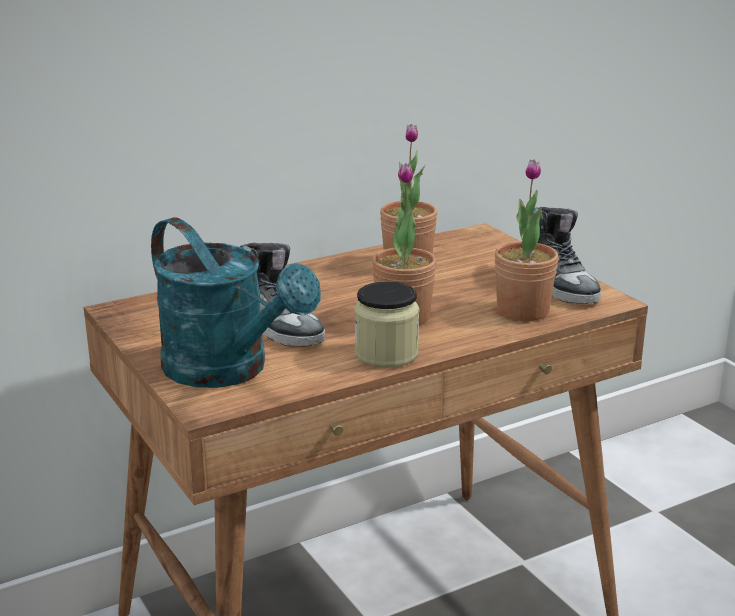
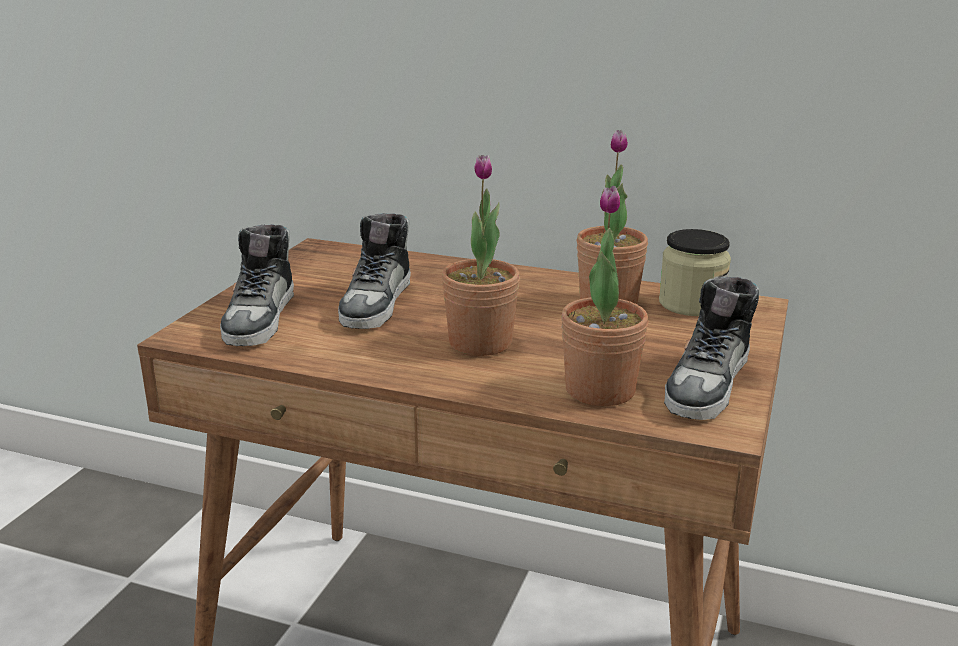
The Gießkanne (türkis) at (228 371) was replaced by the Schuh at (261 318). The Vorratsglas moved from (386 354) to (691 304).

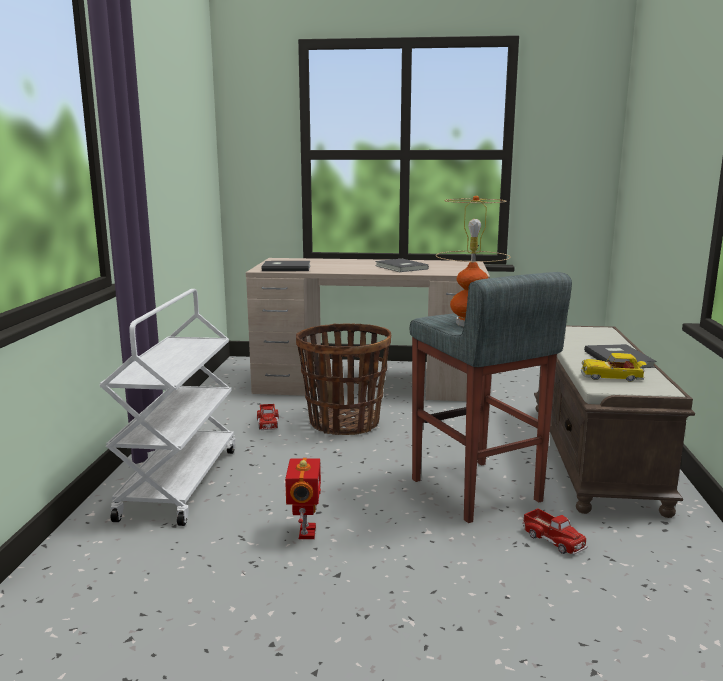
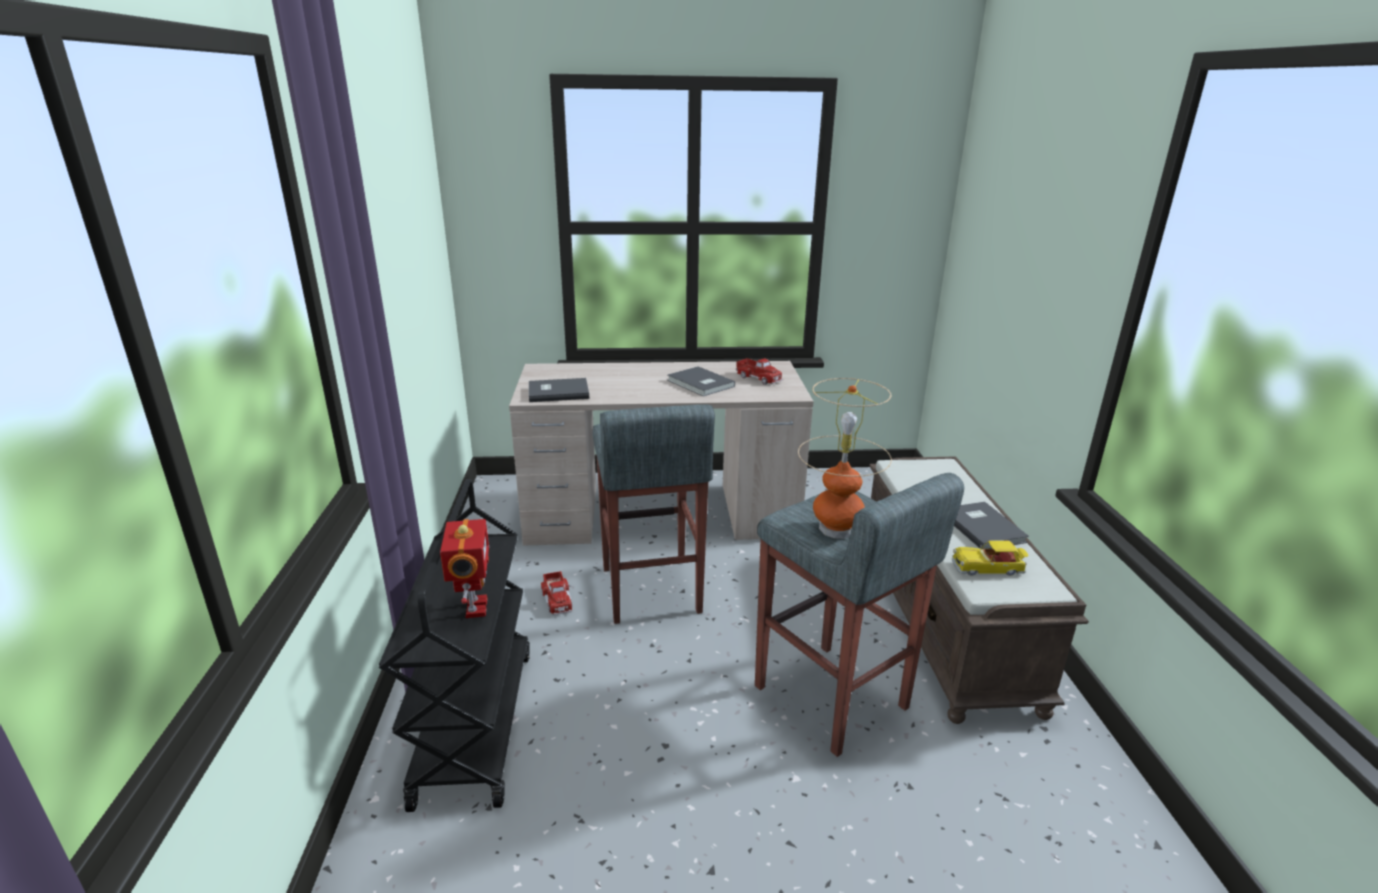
The Rollwagen (weiß) at (179 482) became the Rollwagen (schwarz) at (474 723). The Korb at (344 423) was replaced by the Hocker (grau) at (649 590). The Spielzeugroboter moved from (305 532) to (474 608). The Spielzeuglaster moved from (553 539) to (758 378).

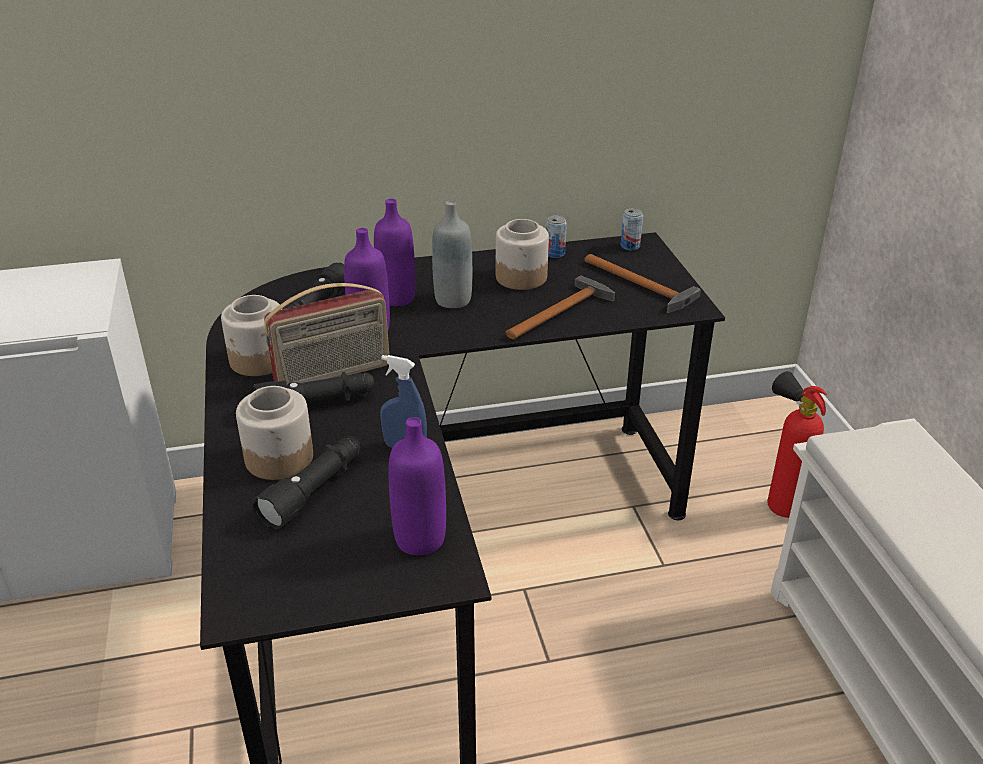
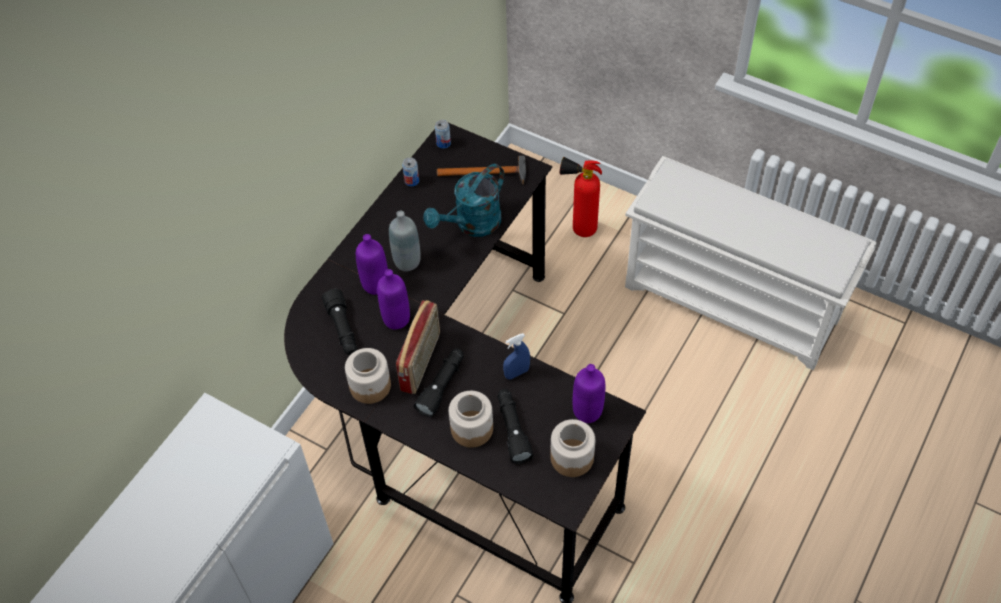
The Vorratsglas moved from (522 277) to (572 457). The Hammer at (561 311) was replaced by the Gießkanne (türkis) at (472 225).

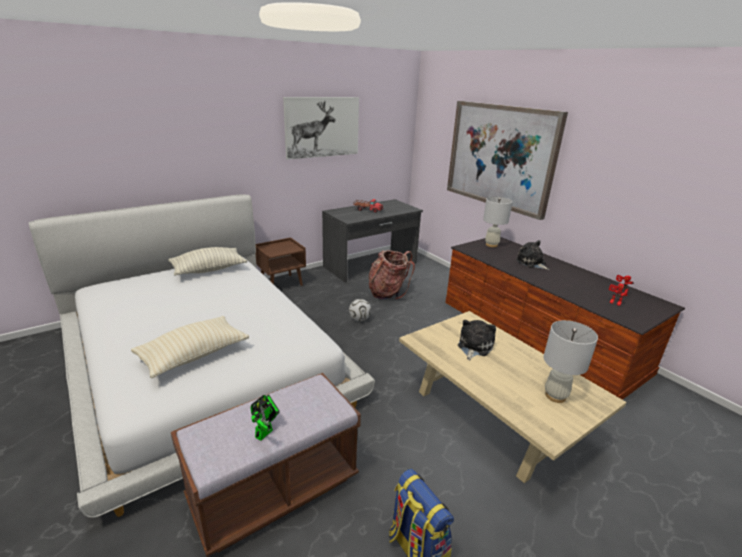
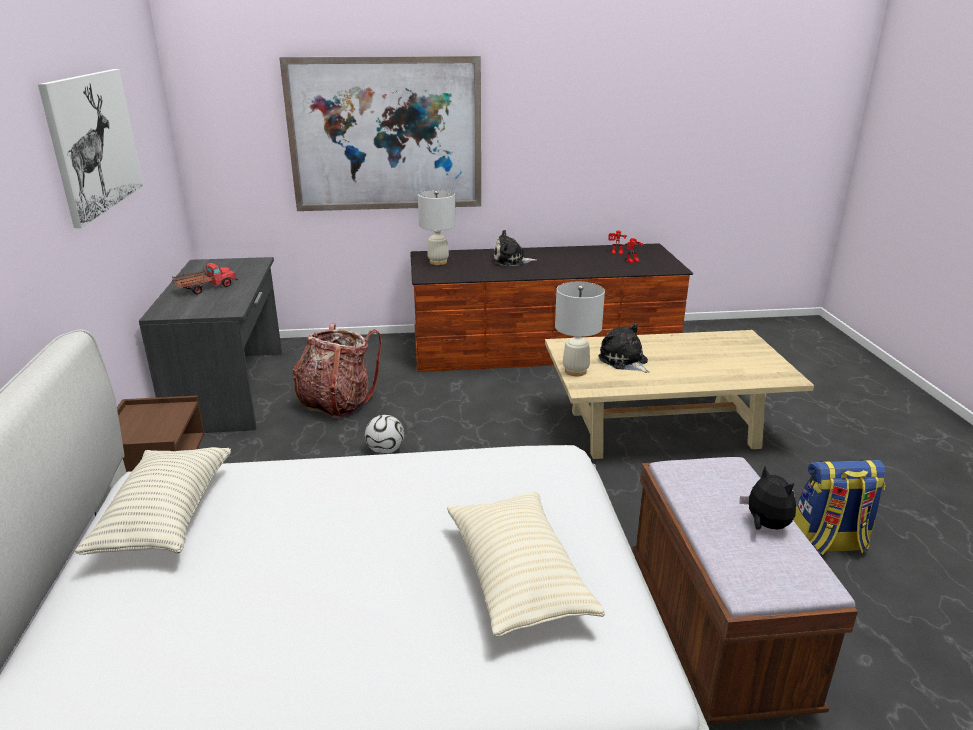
The Tischlampe (weiß) moved from (555 396) to (575 371). The Spielzeugroboter at (266 431) was replaced by the Plüschtier at (765 525).

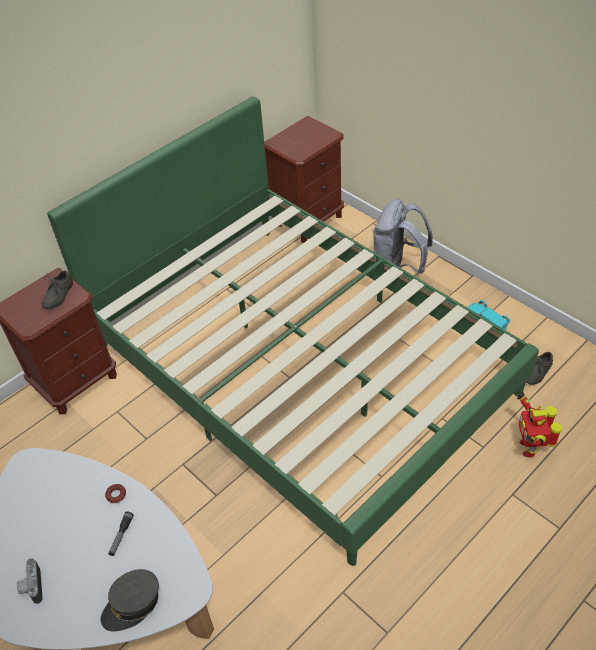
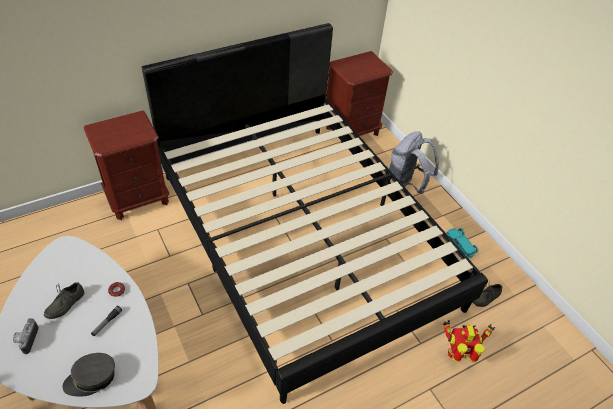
The Bett (grün) at (301 366) became the Bett (schwarz) at (304 237). The Schuh (grau) moved from (57 295) to (64 304). The Spielzeugroboter at (529 447) turned 75 degrees clockwise.

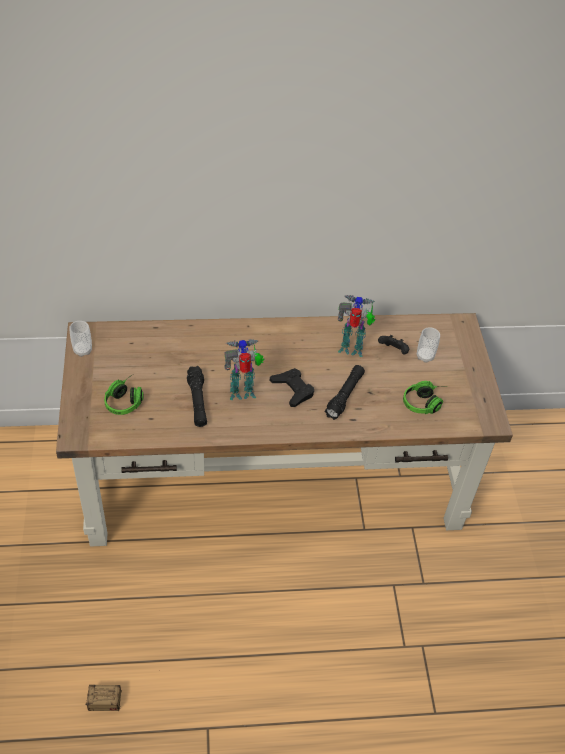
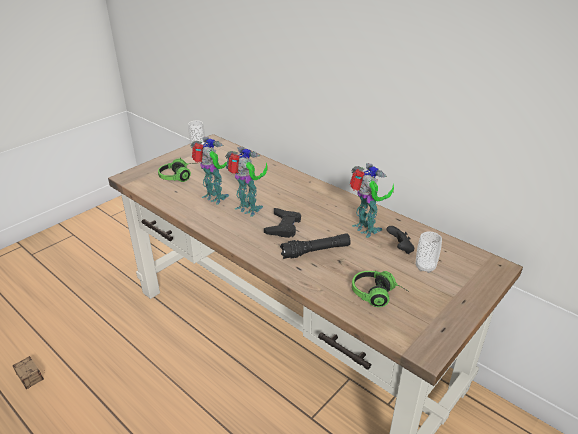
The Taschenlampe (schwarz) at (197 401) was replaced by the Spielzeugroboter at (214 198).

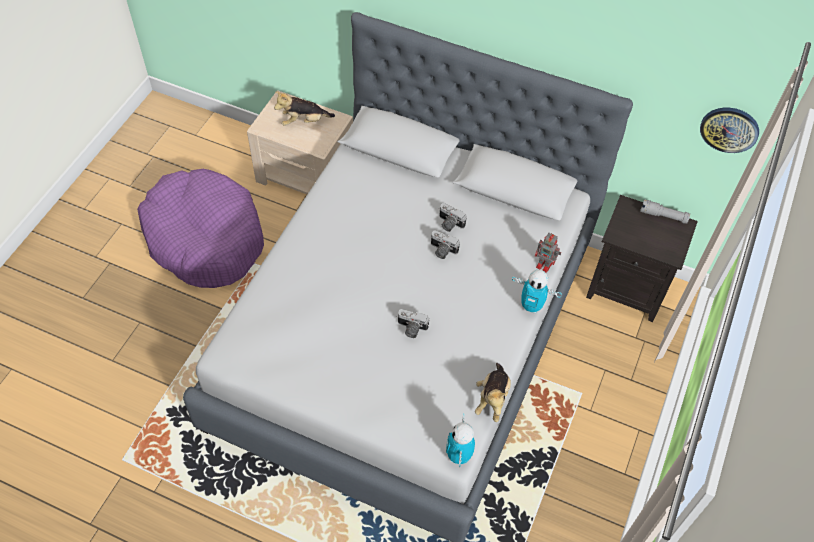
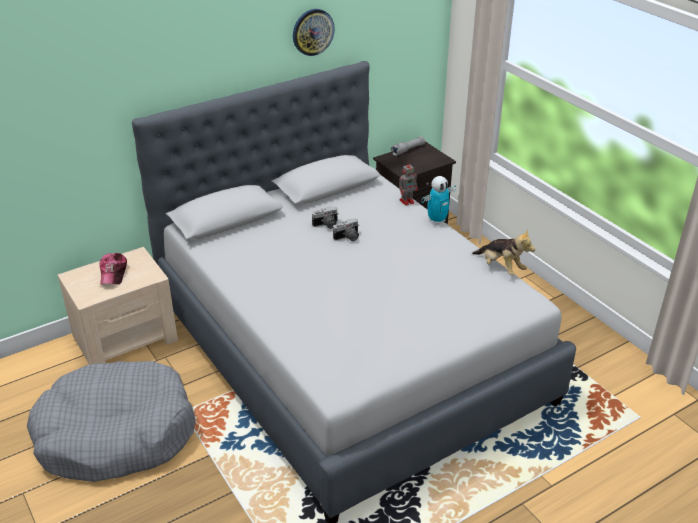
The Plüschtier at (304 121) was replaced by the Kappe at (113 273). The Wanduhr moved from (729 129) to (312 32). The Hundebett (lila) at (205 238) became the Hundebett (grau) at (116 434). The Kamera at (411 329) disappeared. The Spielzeugroboter at (458 456) disappeared.

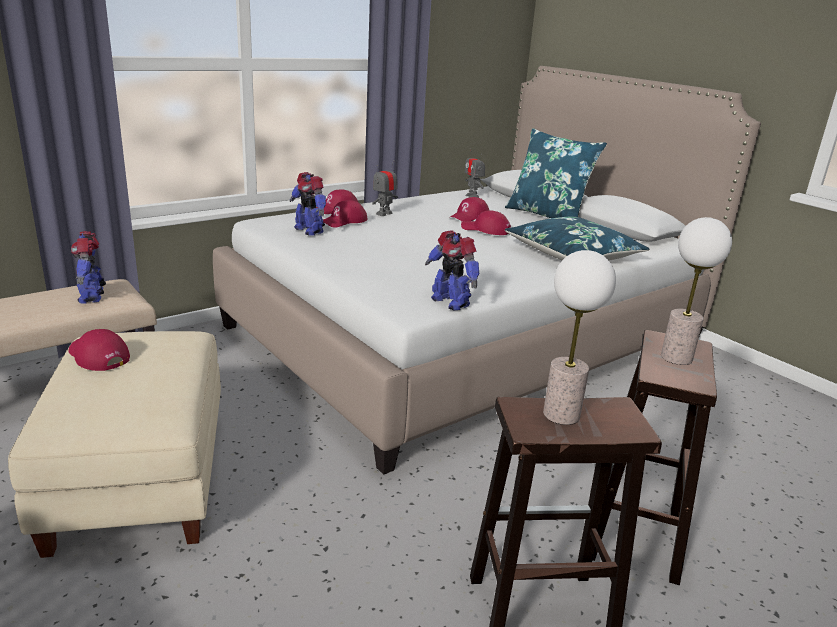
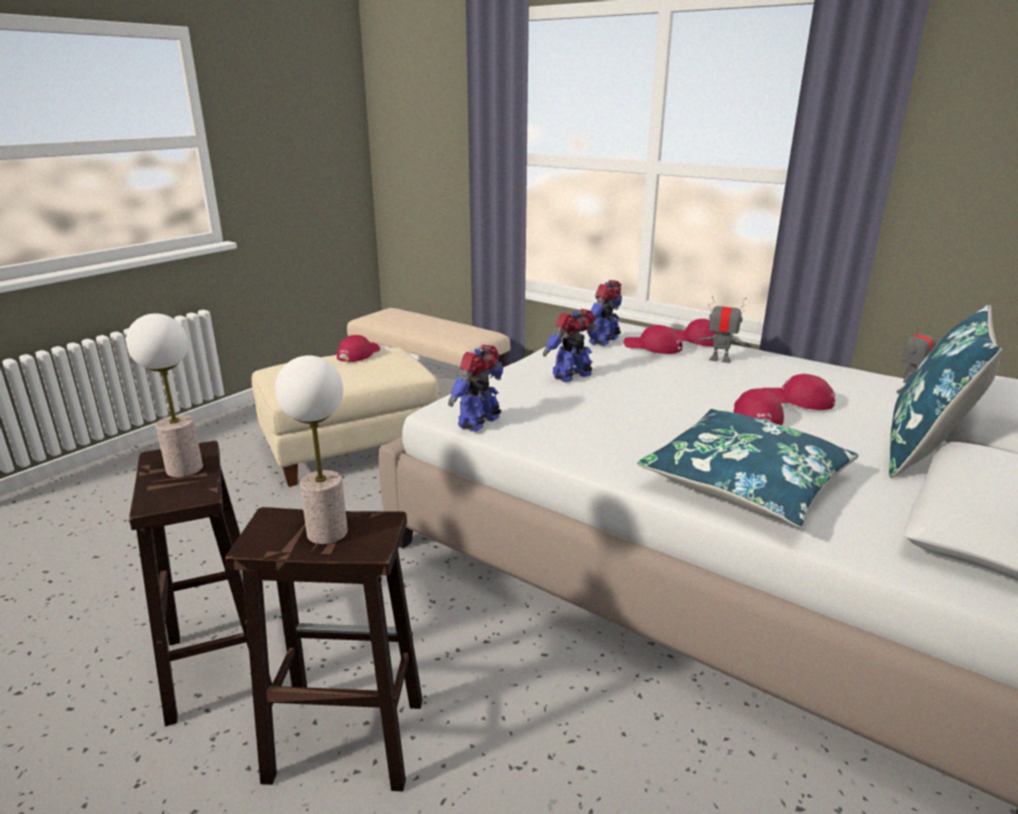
The Spielzeugroboter moved from (92 296) to (573 376).

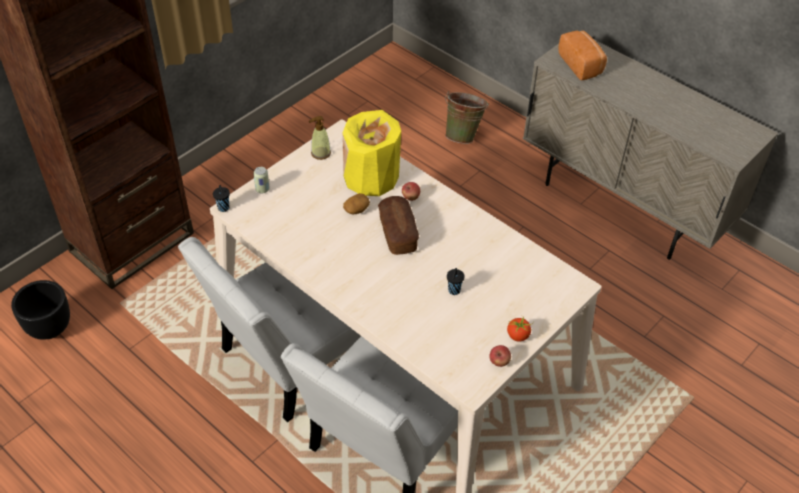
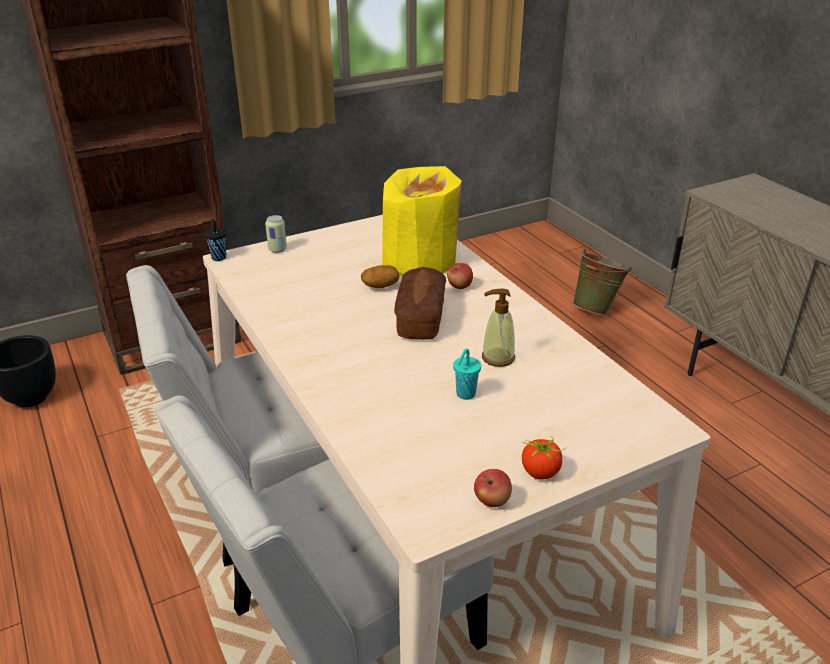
The Brot at (582 64) disappeared. The Seifenspender moved from (320 153) to (497 358). The Tasse (schwarz) at (454 291) became the Tasse (türkis) at (465 395).

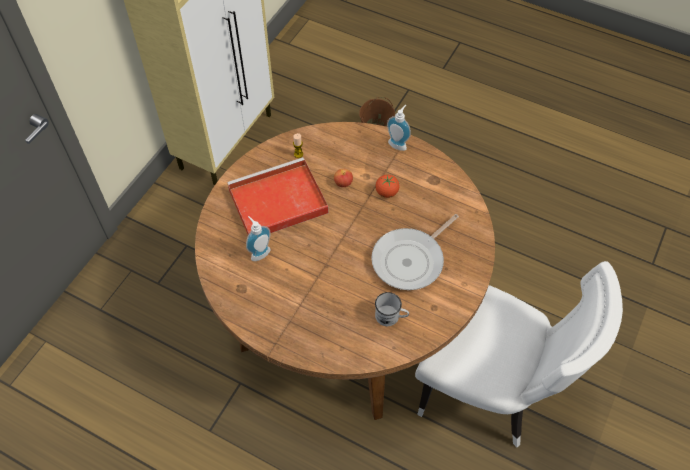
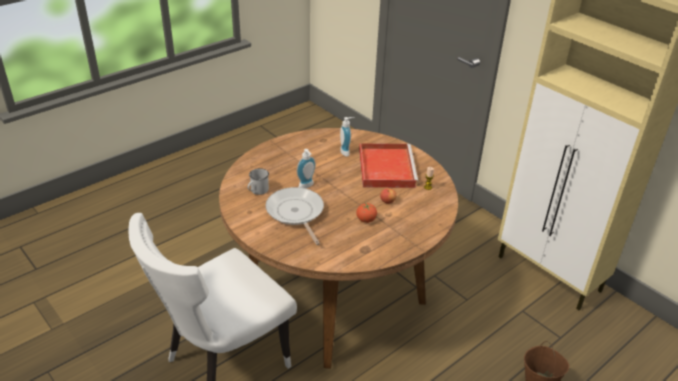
The Seifenspender moved from (398 143) to (307 186).

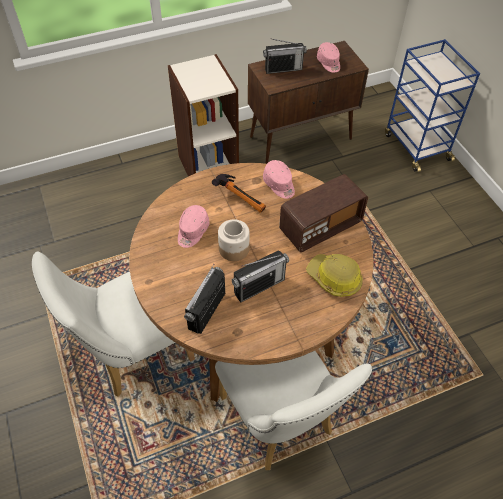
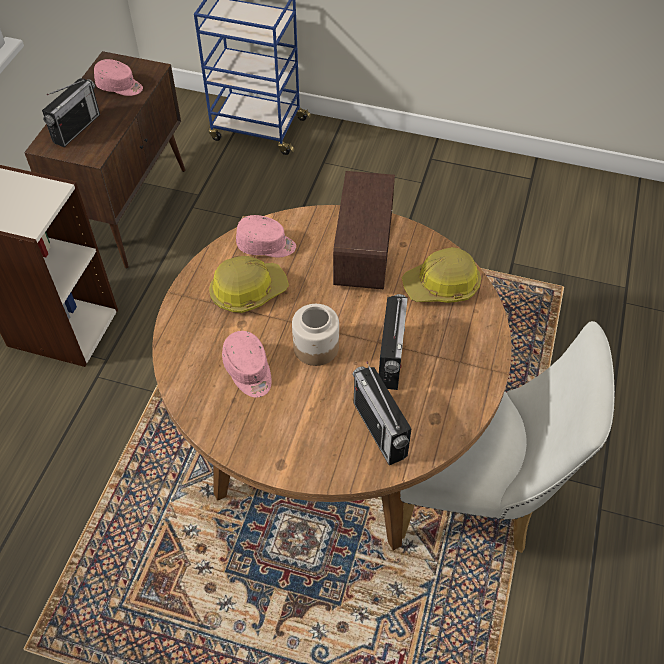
The Hammer at (242 198) was replaced by the Schutzhelm at (248 291). The Stuhl (weiß) at (132 353) disappeared.

